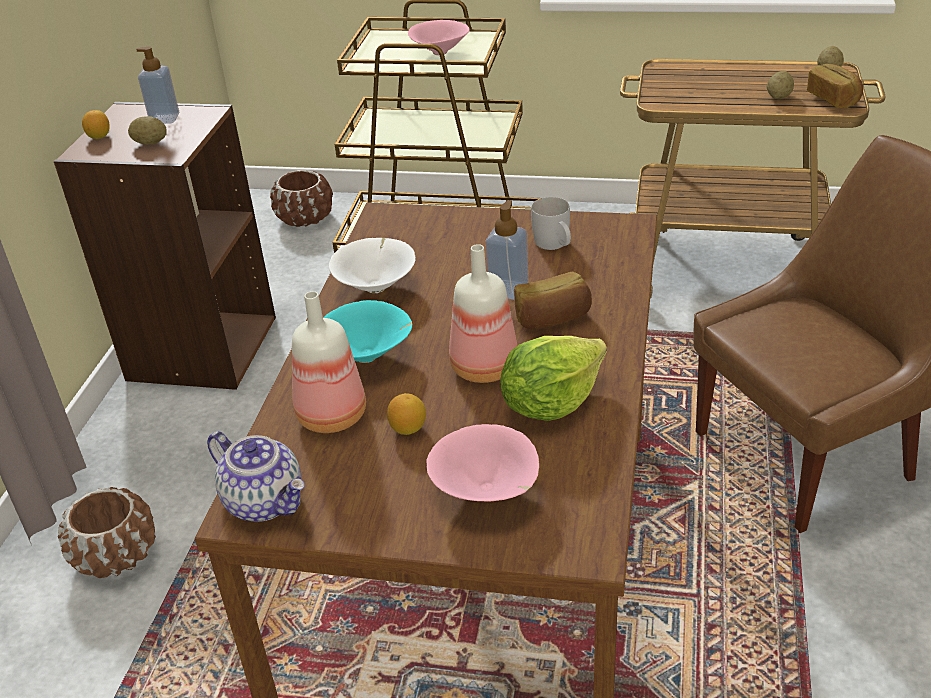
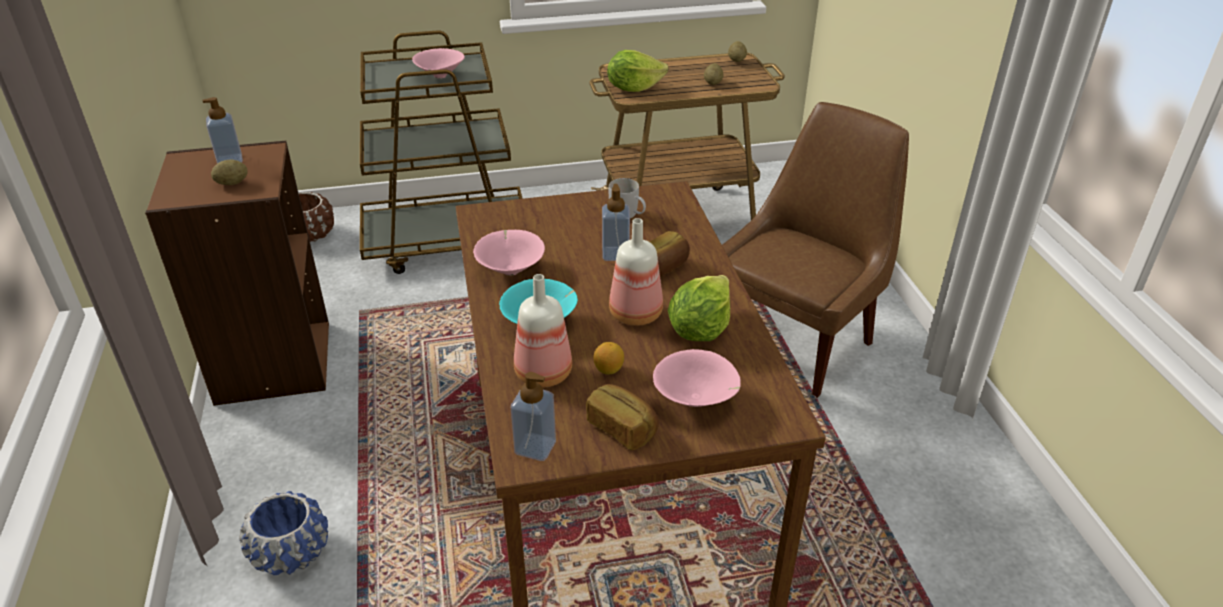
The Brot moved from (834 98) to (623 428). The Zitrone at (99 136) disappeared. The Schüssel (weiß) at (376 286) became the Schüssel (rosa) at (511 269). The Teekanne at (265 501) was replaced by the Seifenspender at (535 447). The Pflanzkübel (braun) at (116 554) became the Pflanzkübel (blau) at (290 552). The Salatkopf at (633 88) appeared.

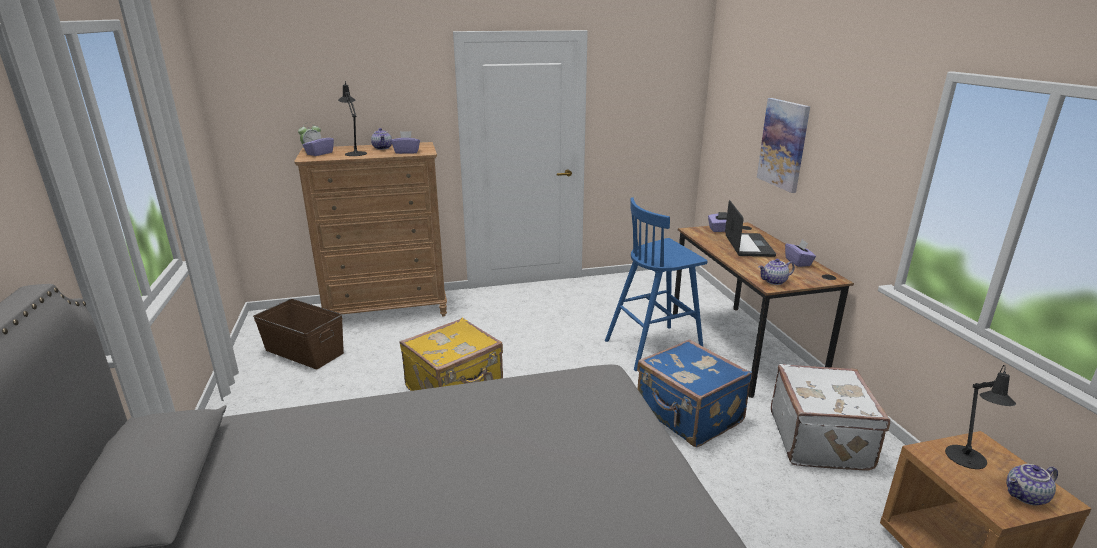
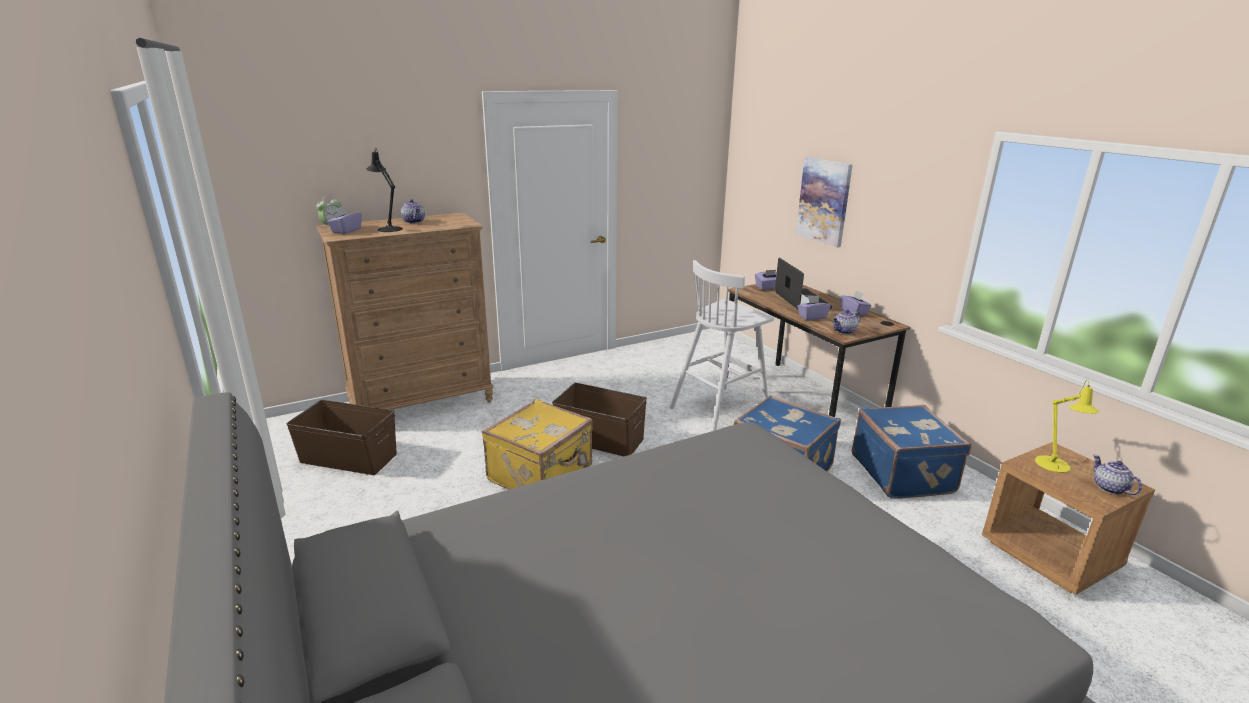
The Taschentuchbox (lila) moved from (407 152) to (812 317). The Hocker (blau) at (655 347) became the Hocker (weiß) at (720 409). The Koffer (weiß) at (821 440) became the Koffer (blau) at (903 474). The Tischlampe (schwarz) at (967 460) became the Tischlampe (gelb) at (1054 466). The Teekanne at (1026 497) turned 105 degrees clockwise. The Aufbewahrungsbox (braun) at (599 439) appeared.

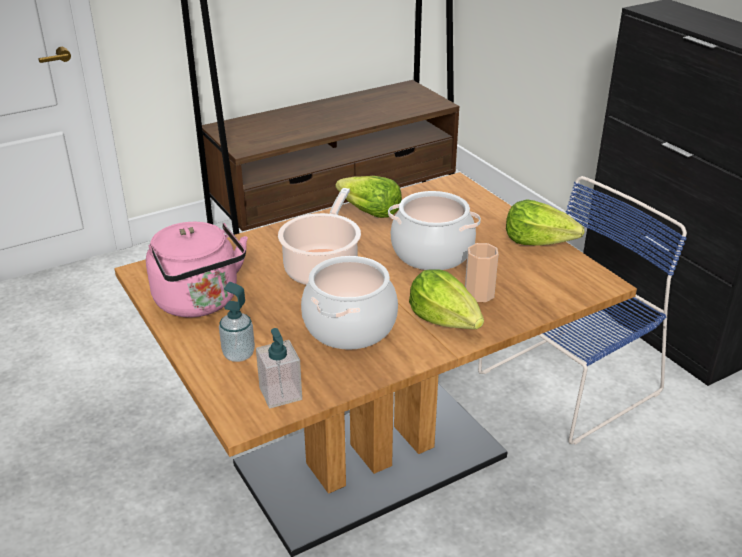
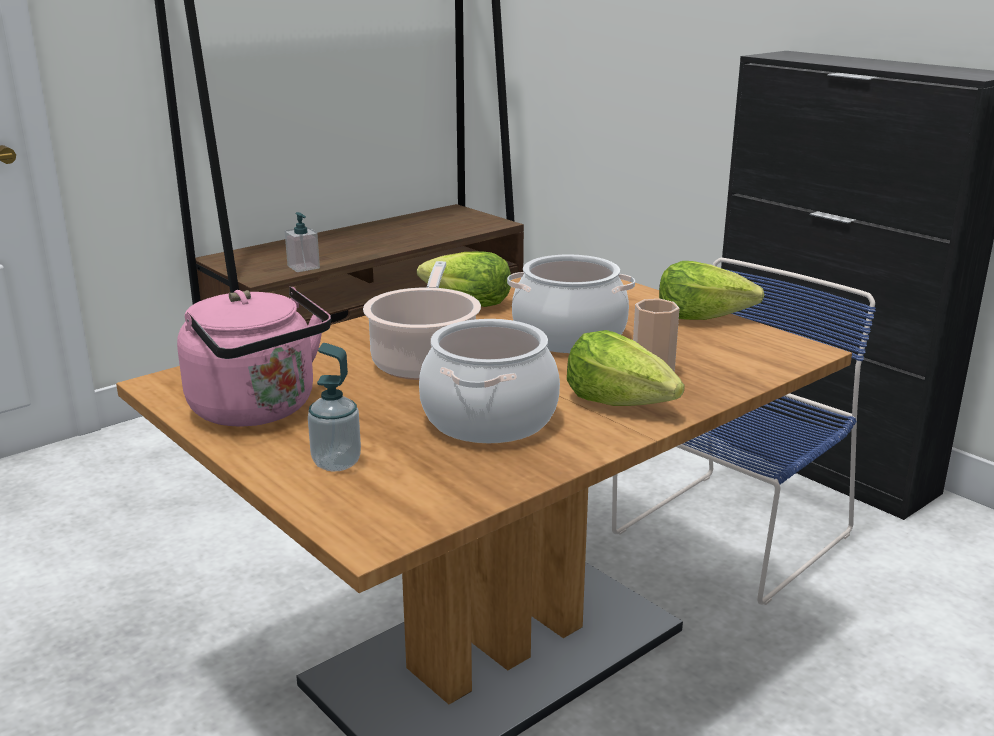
The Seifenspender moved from (280 394) to (303 267).

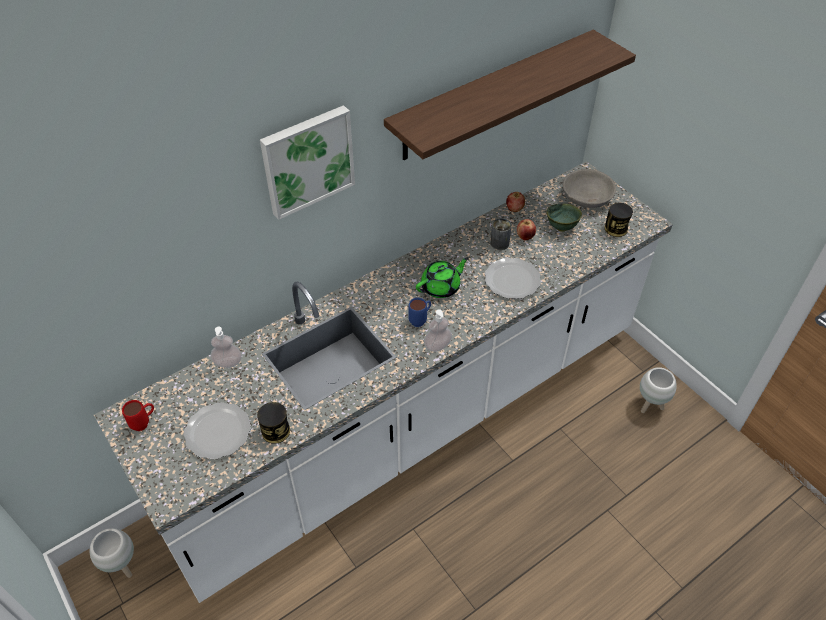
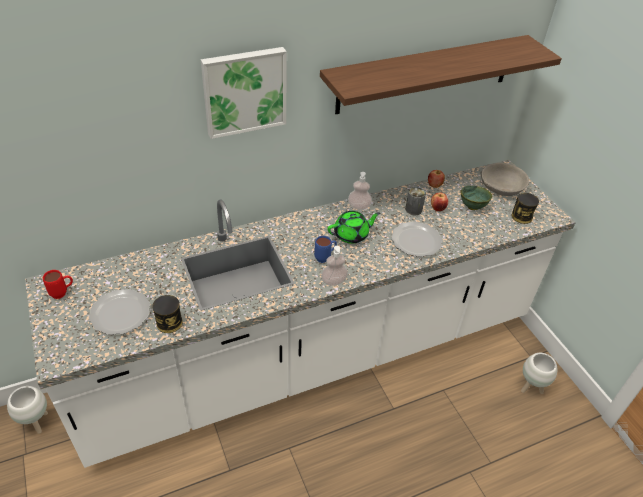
The Seifenspender moved from (228 362) to (359 206).

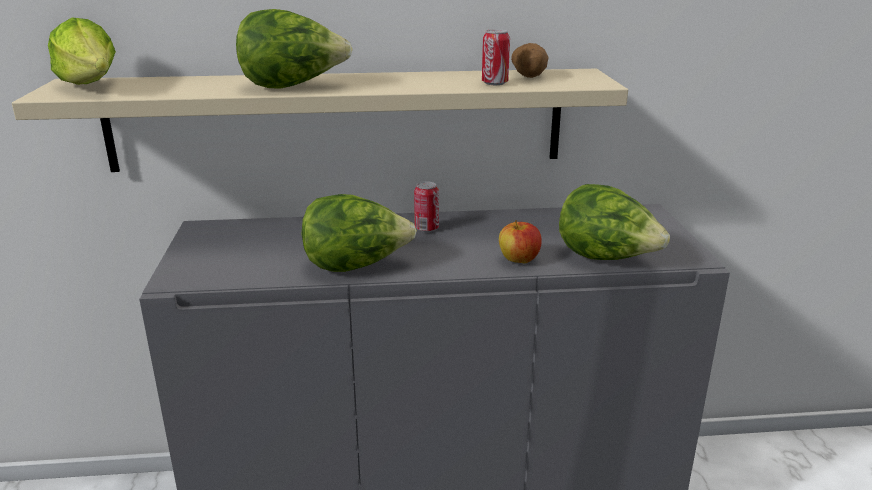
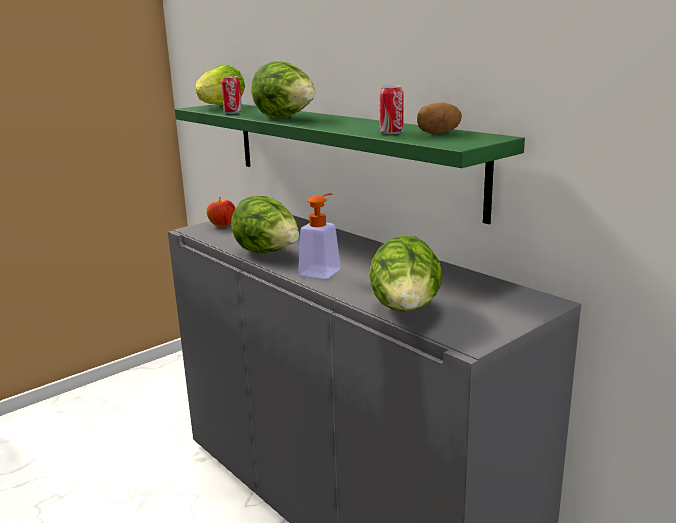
The Wandregal (beige) at (337 120) became the Wandregal (grün) at (344 153). The Dose moved from (426 228) to (233 113). The Apfel moved from (519 260) to (222 225). The Seifenspender at (323 270) appeared.

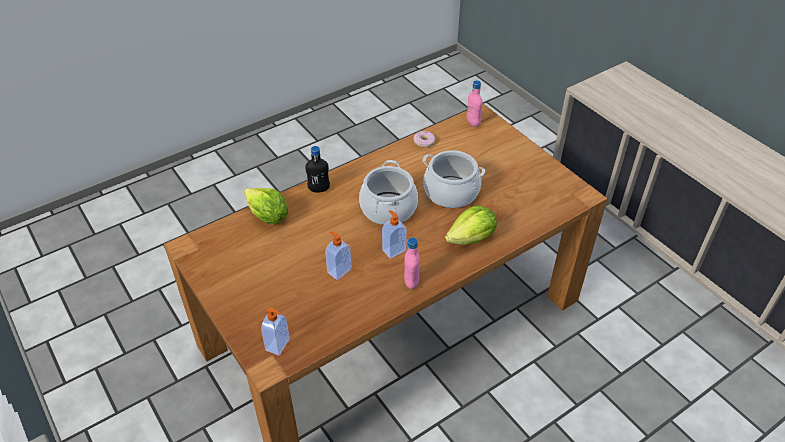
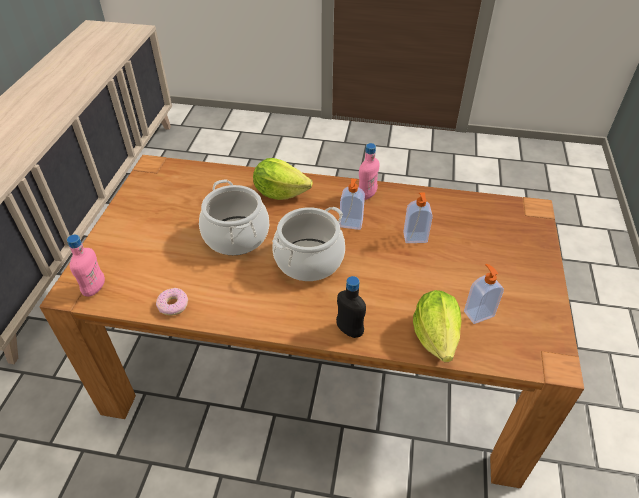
The Seifenspender moved from (278 345) to (478 313).

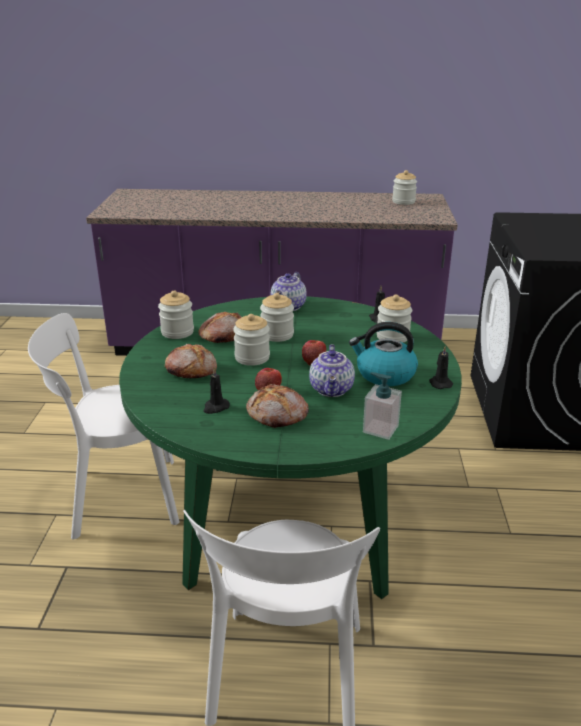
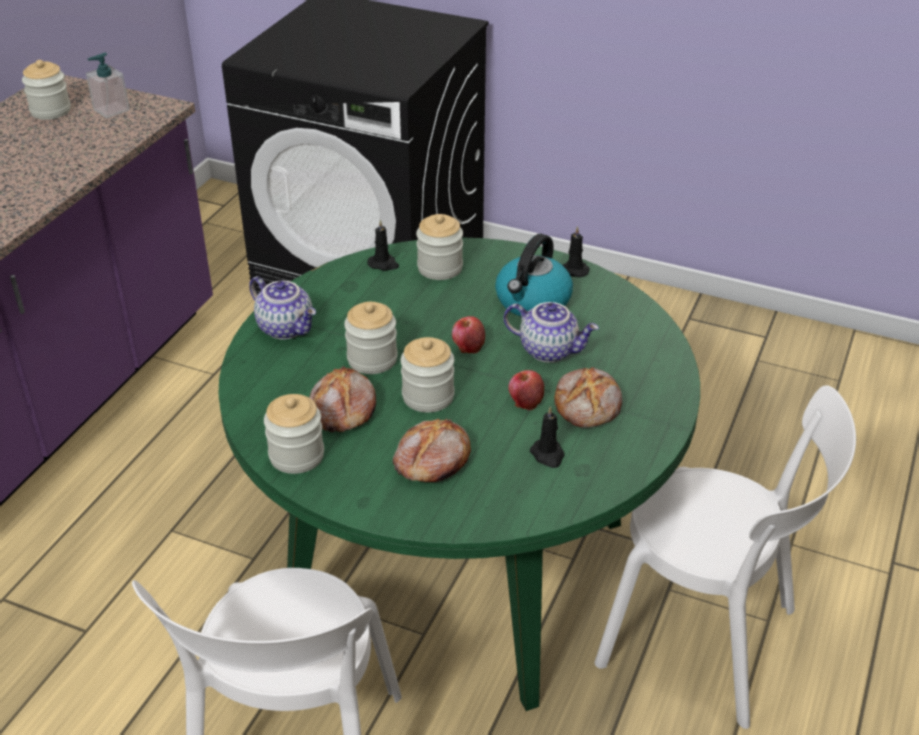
The Seifenspender moved from (380 429) to (111 110).

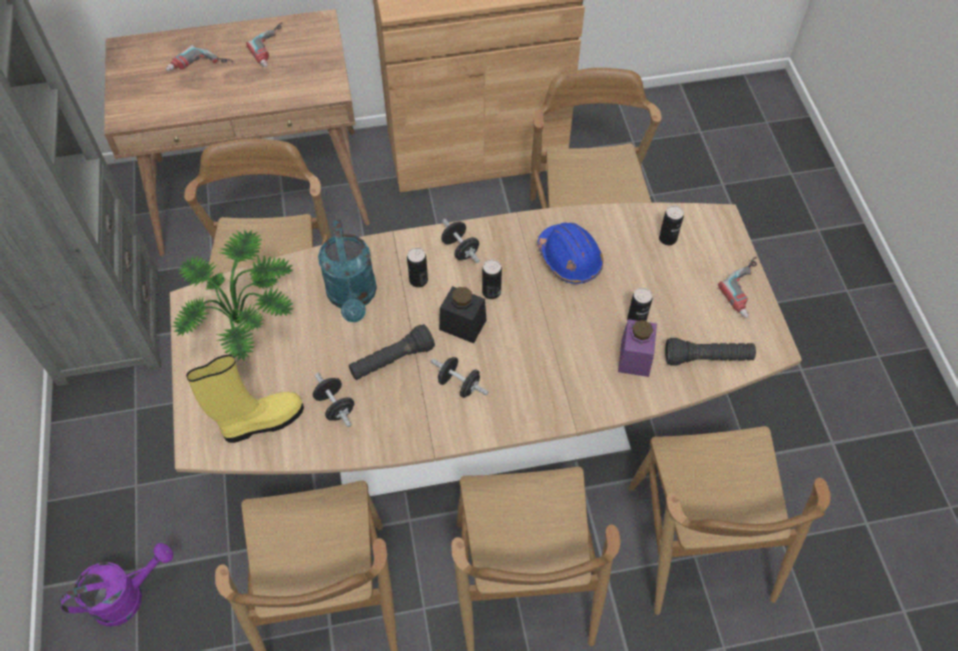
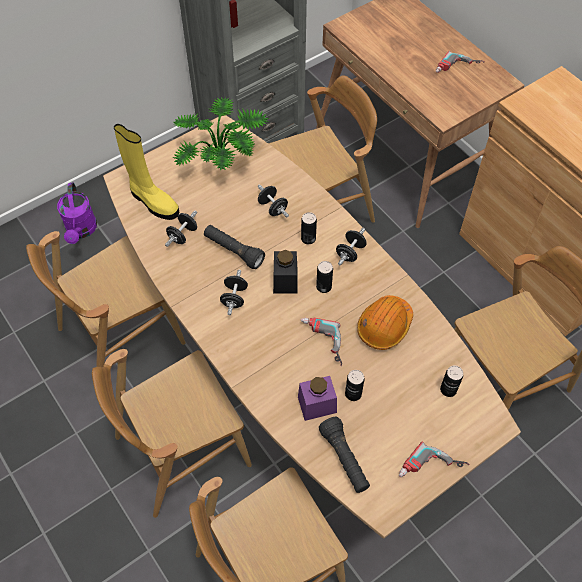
The Bohrmaschine moved from (199 68) to (321 343). The Gießkanne (türkis) at (353 297) was replaced by the Hantel (schwarz) at (272 208). The Schutzhelm (blau) at (569 259) became the Schutzhelm (orange) at (384 326). The Gießkanne (lila) at (127 596) turned 45 degrees clockwise.

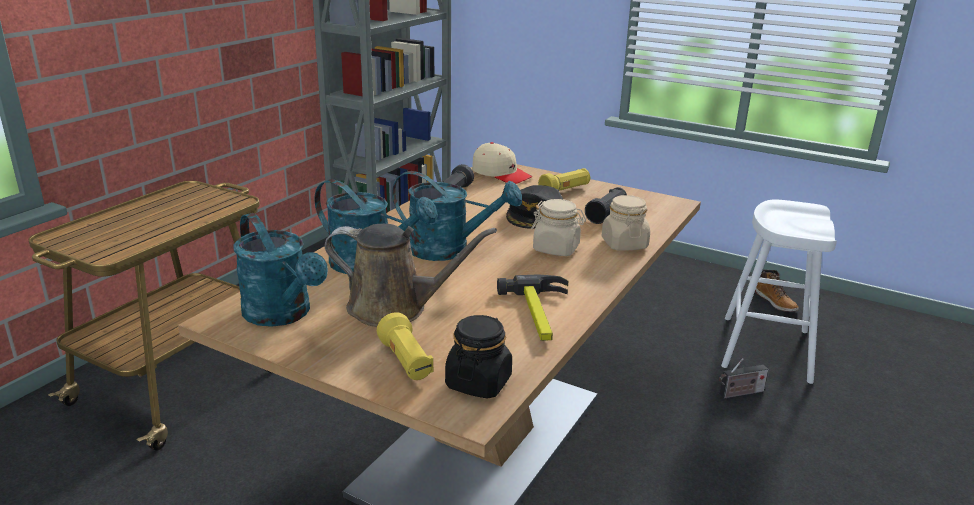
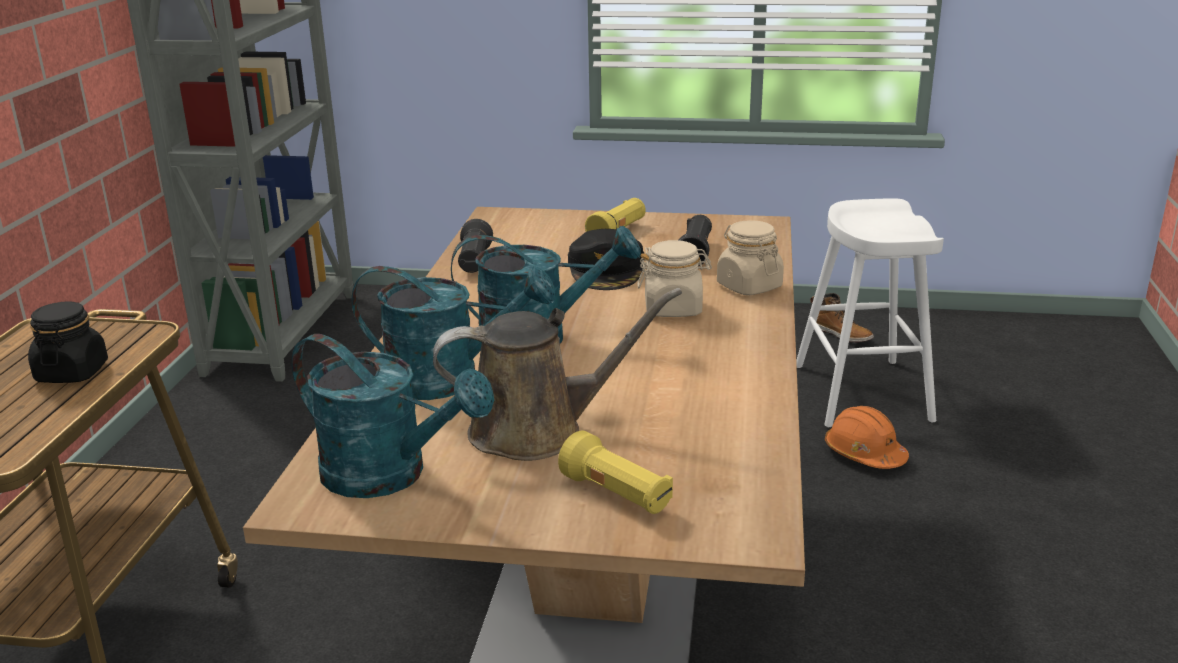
The Kappe (beige) at (501 174) disappeared. The Hammer at (540 314) disappeared. The Vorratsglas (schwarz) moved from (478 382) to (72 372). The Radio at (739 393) was replaced by the Schutzhelm (orange) at (864 454).

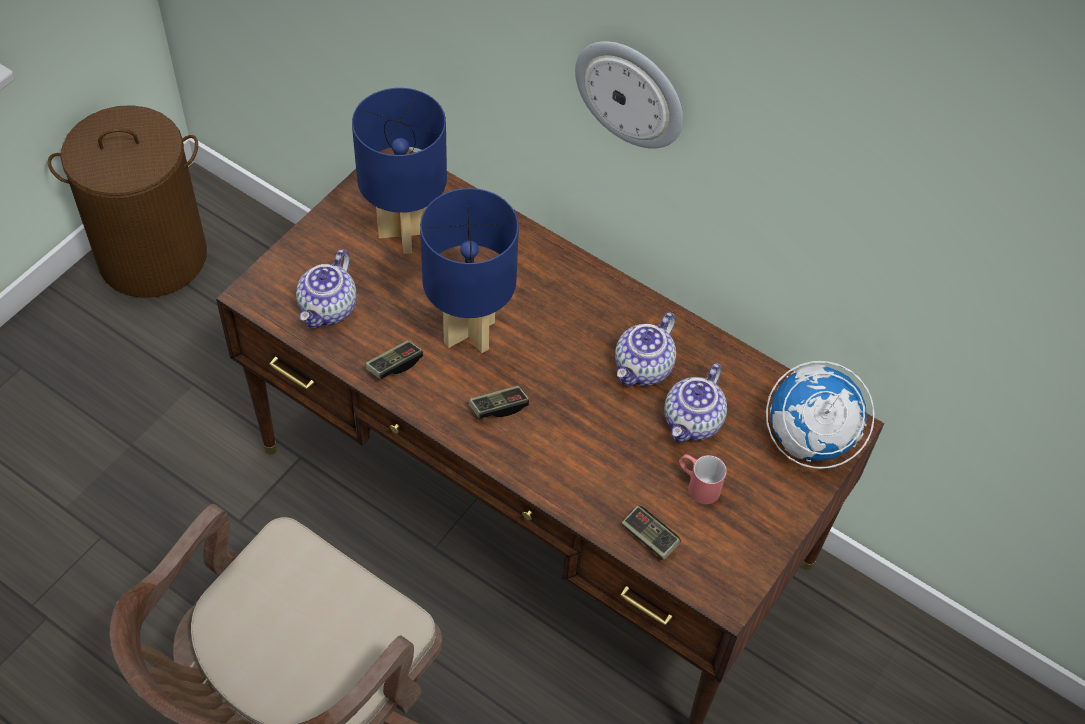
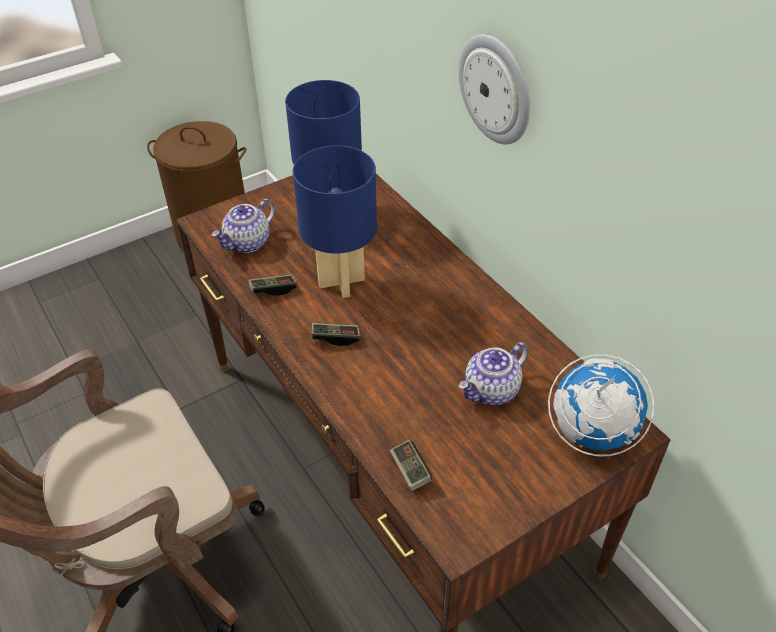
The Teekanne at (643 368) disappeared. The Henkelbecher (rot) at (697 485) disappeared.

